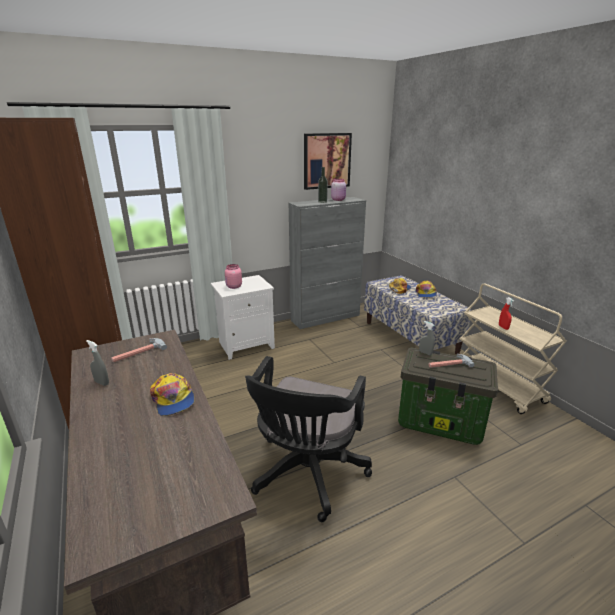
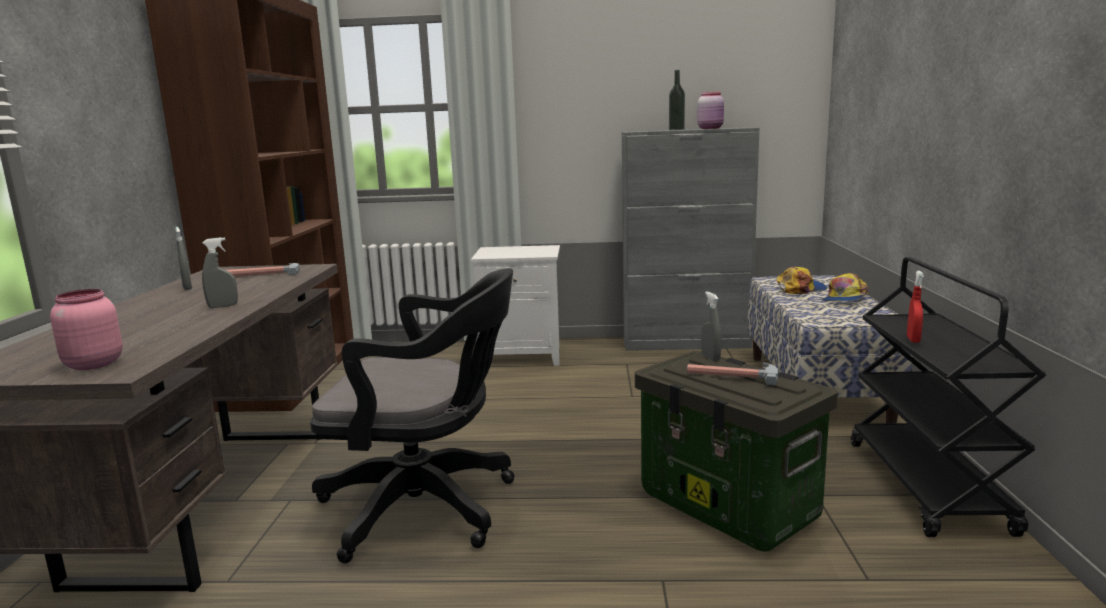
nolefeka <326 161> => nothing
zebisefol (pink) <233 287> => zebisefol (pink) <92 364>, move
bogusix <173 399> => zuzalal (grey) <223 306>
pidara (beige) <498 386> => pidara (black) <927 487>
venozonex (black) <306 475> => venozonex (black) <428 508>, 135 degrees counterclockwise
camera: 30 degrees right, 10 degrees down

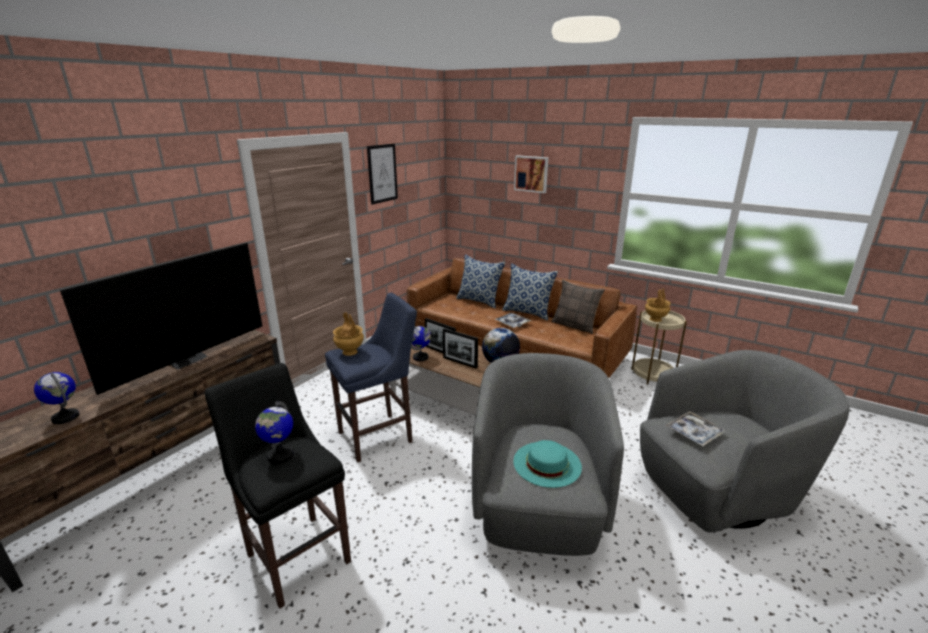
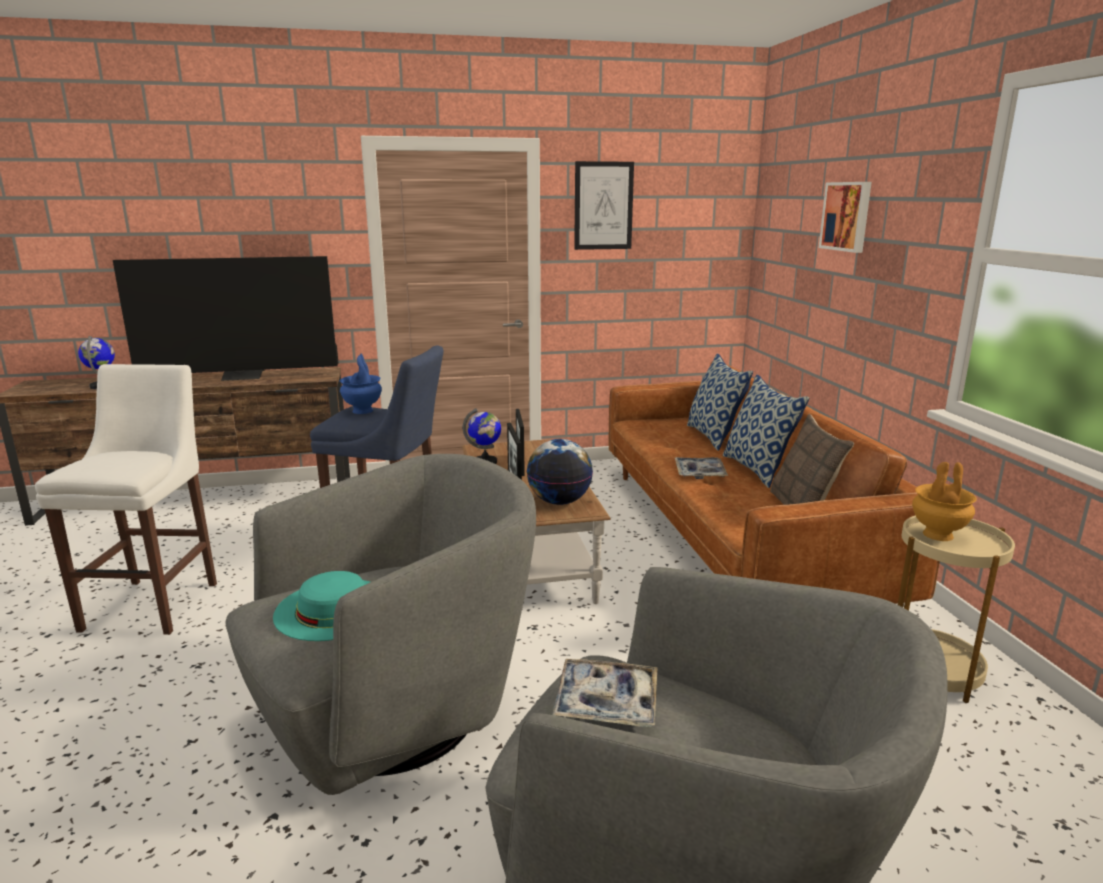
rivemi <280 456> => nothing
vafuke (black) <296 554> => vafuke (white) <155 603>
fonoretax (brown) <350 352> => fonoretax (blue) <363 411>
camera: 45 degrees right, 5 degrees down

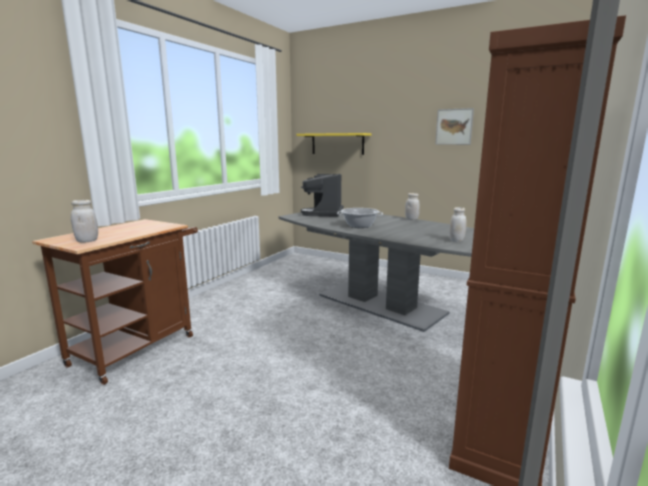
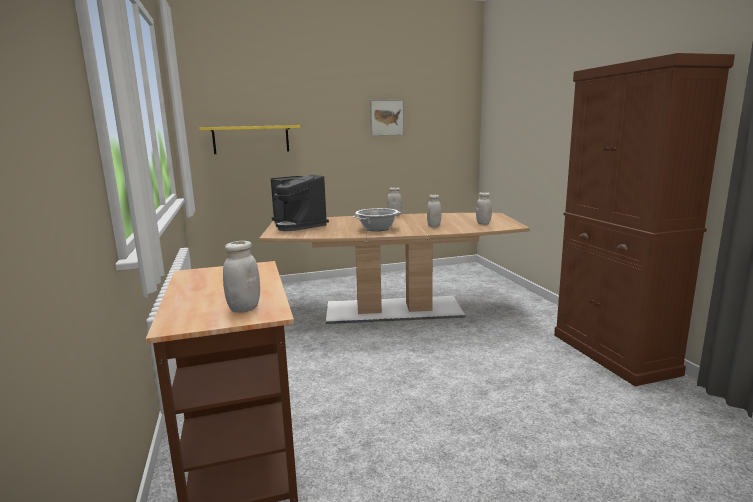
nothing => zebisefol (white) <434 226>
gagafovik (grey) <381 304> => gagafovik (brown) <394 310>
camera: 45 degrees left, 0 degrees up

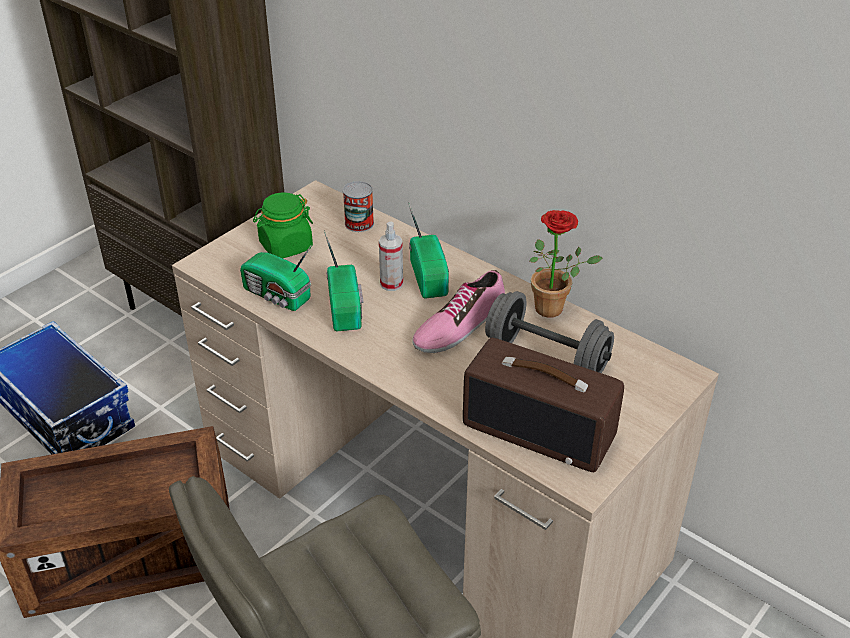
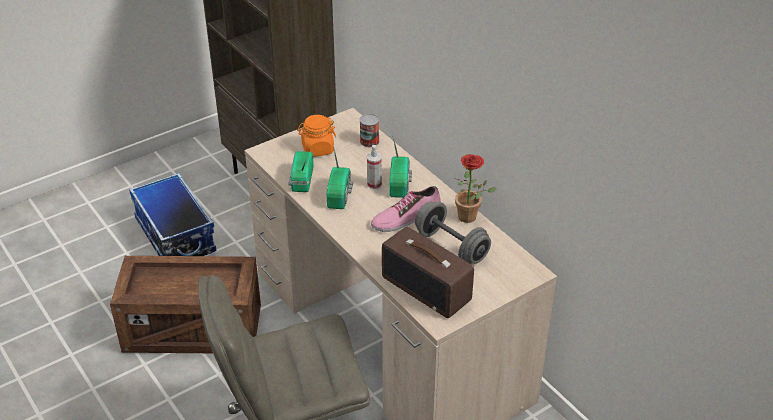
zebisefol (green) <285 246> => zebisefol (orange) <317 149>
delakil <277 296> => delakil <301 180>, 45 degrees clockwise
camera: 15 degrees right, 0 degrees up

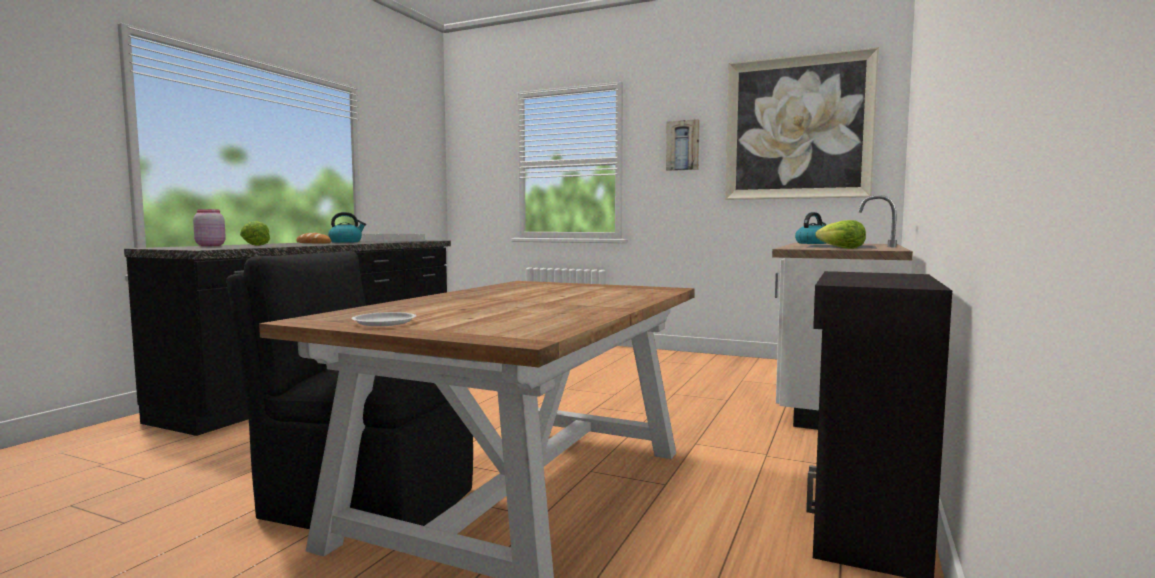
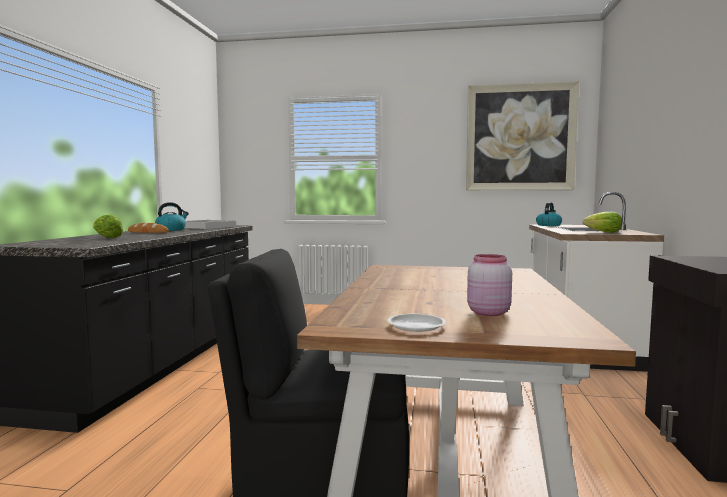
nolefeka <683 145> => nothing
zebisefol (pink) <210 245> => zebisefol (pink) <487 312>, move
camera: 15 degrees left, 0 degrees up

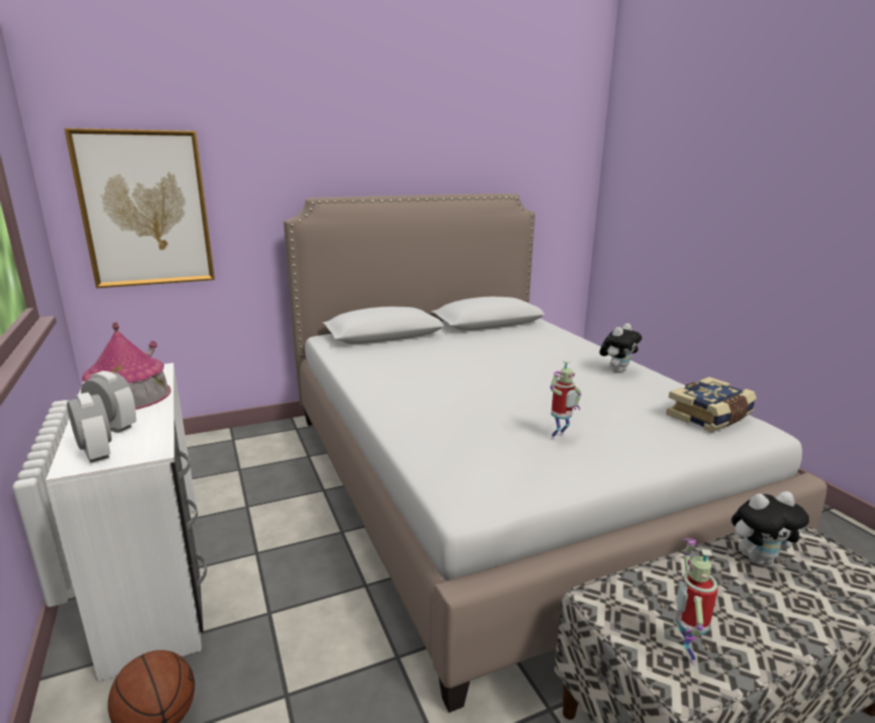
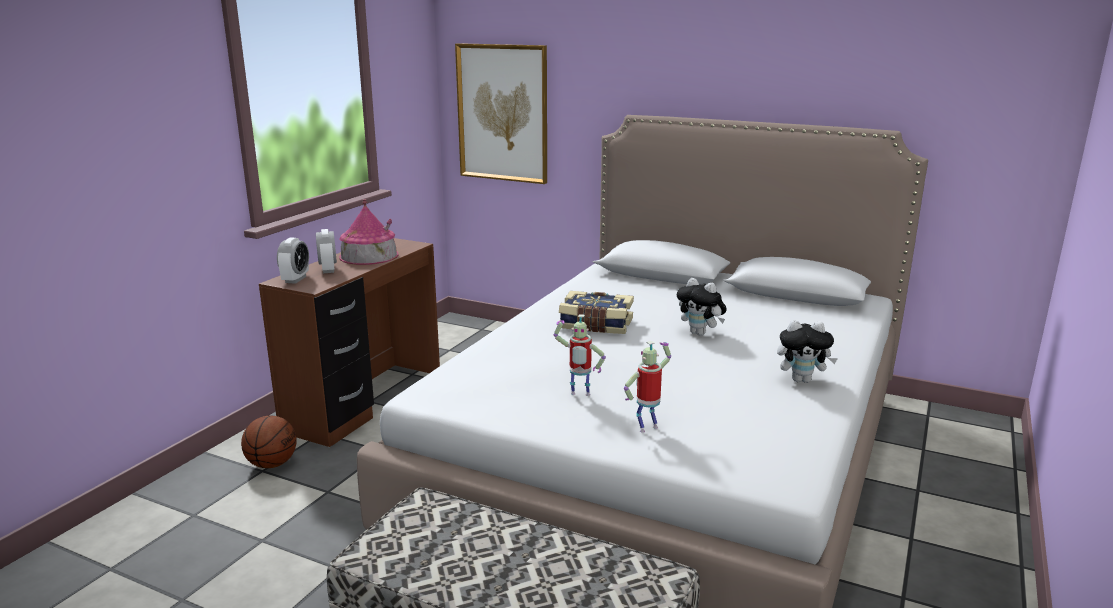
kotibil <710 417> => kotibil <595 325>, move
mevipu <684 651> => mevipu <647 427>, move
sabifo <759 558> => sabifo <700 333>, move
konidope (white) <159 578> => konidope (brown) <367 401>
camera: 50 degrees right, 0 degrees up

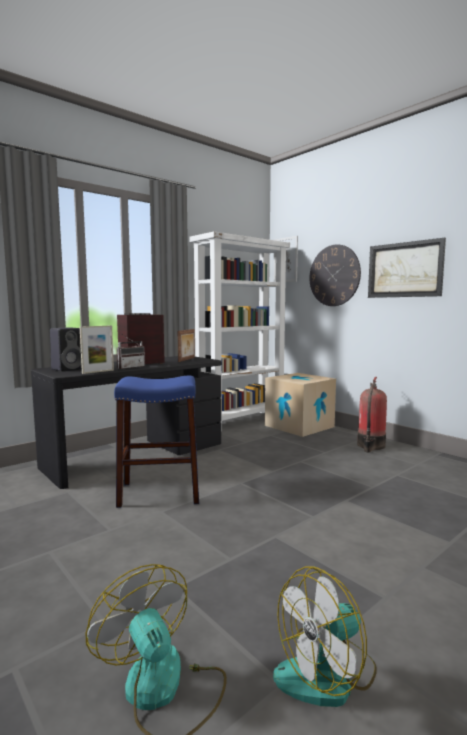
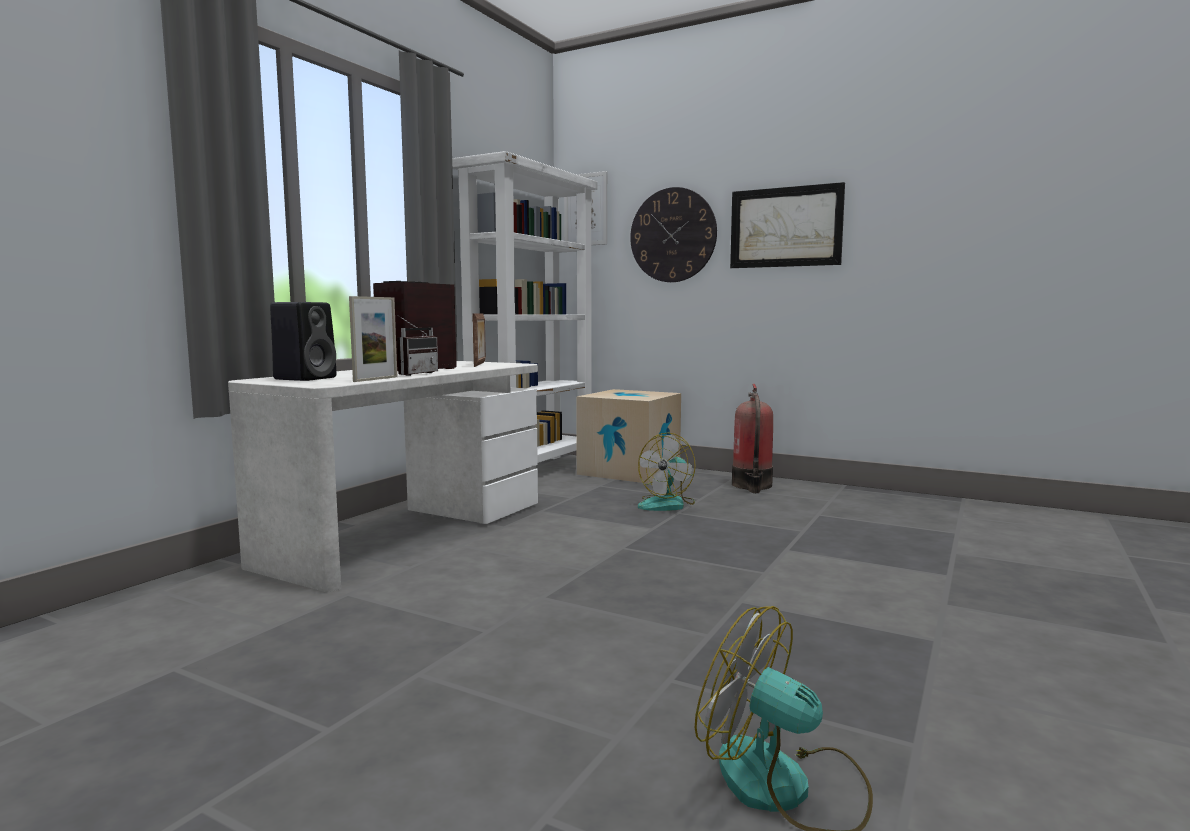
vafuke (blue) <159 493> => nothing
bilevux <327 674> => bilevux <667 504>, move
konidope (black) <136 455> => konidope (white) <409 531>
camera: 20 degrees left, 0 degrees up

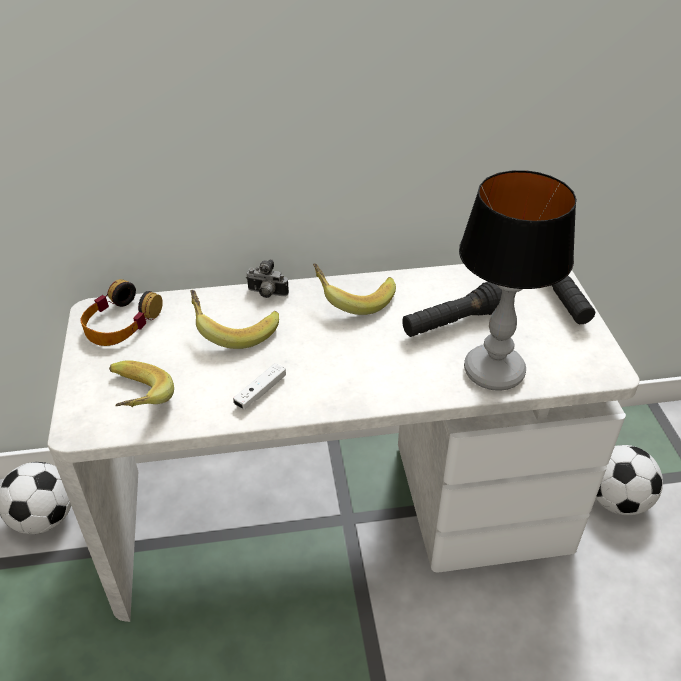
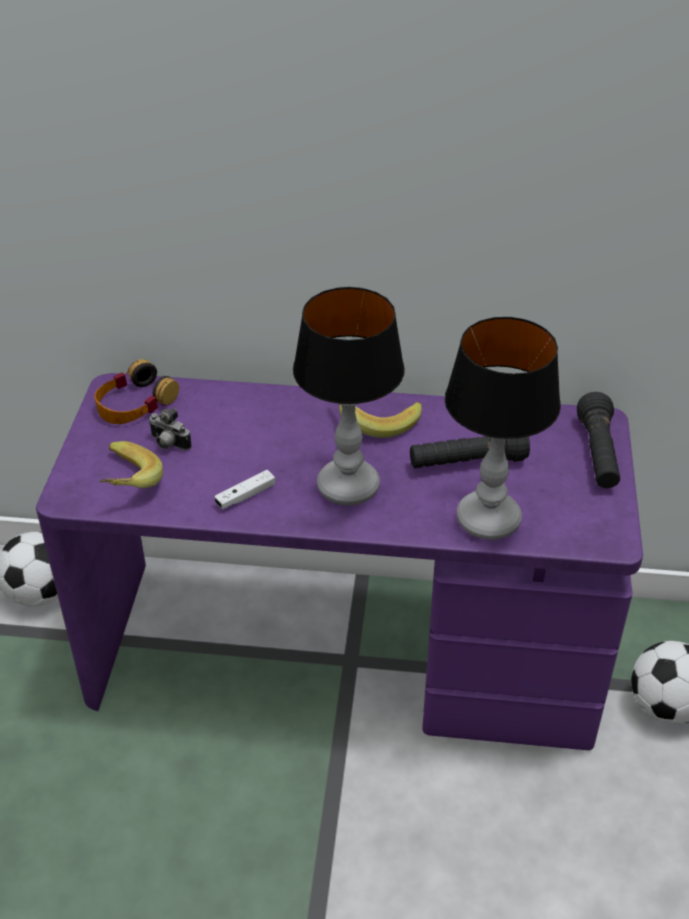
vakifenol <234 330> => nothing
nothing => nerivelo <347 488>
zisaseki <266 294> => zisaseki <168 444>, move
konidope (white) <340 513> => konidope (purple) <344 652>
camera: 15 degrees right, 0 degrees up

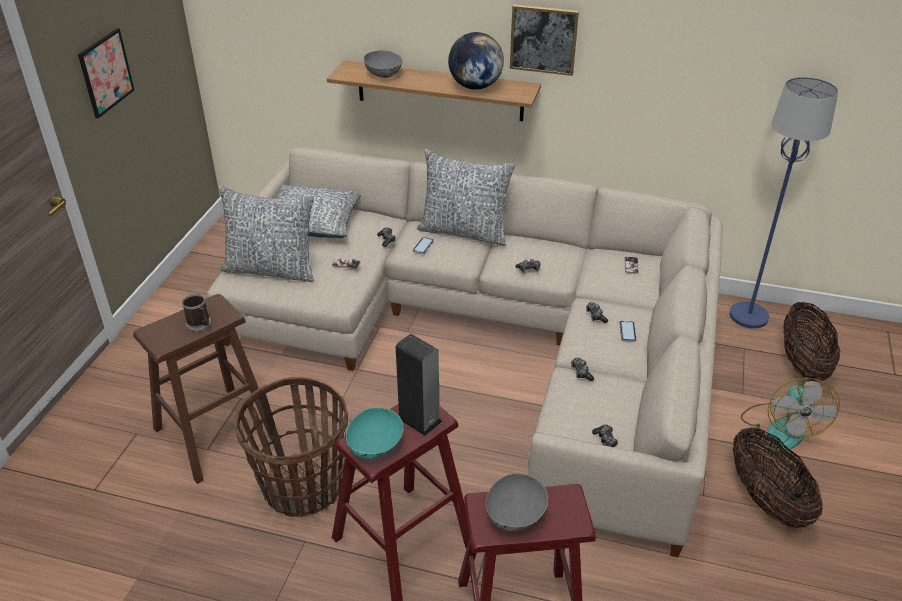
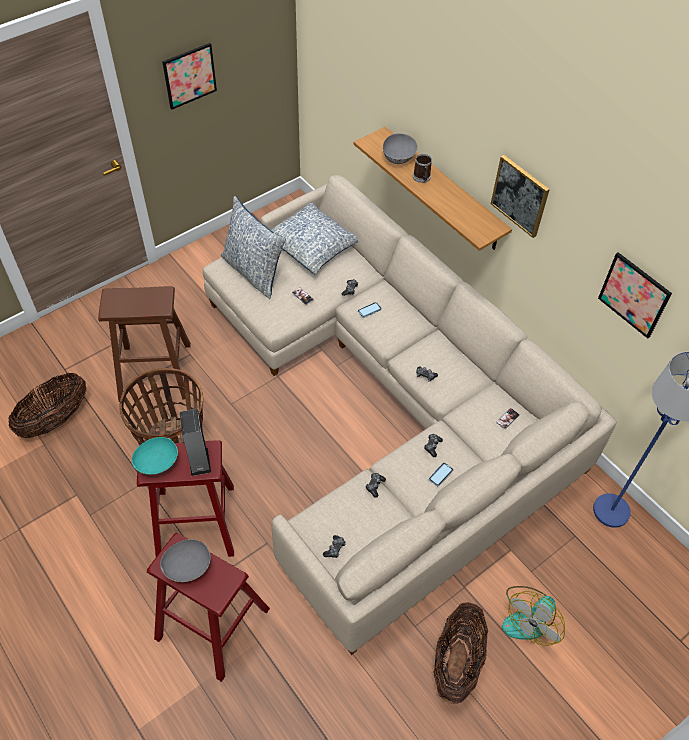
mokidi <464 231> => nothing
rivemi <475 86> => nothing
nothing => nolefeka <634 295>
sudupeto <200 325> => sudupeto <422 178>, move
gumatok <802 363> => gumatok <55 419>, move
camera: 35 degrees right, 15 degrees up

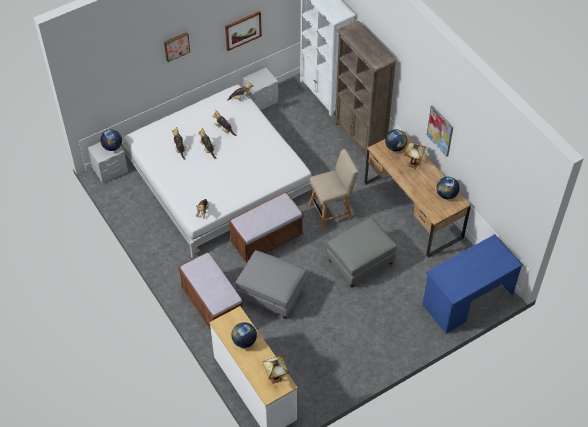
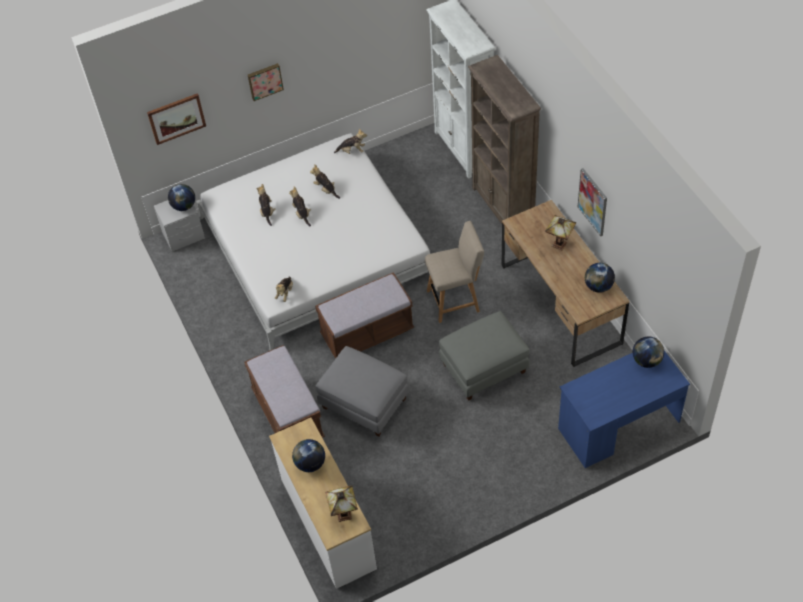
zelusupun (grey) <261 101> => nothing
nolefeka <243 30> => nolefeka <176 118>, move
rivemi <395 147> => rivemi <646 360>, move
camera: 10 degrees right, 0 degrees up

